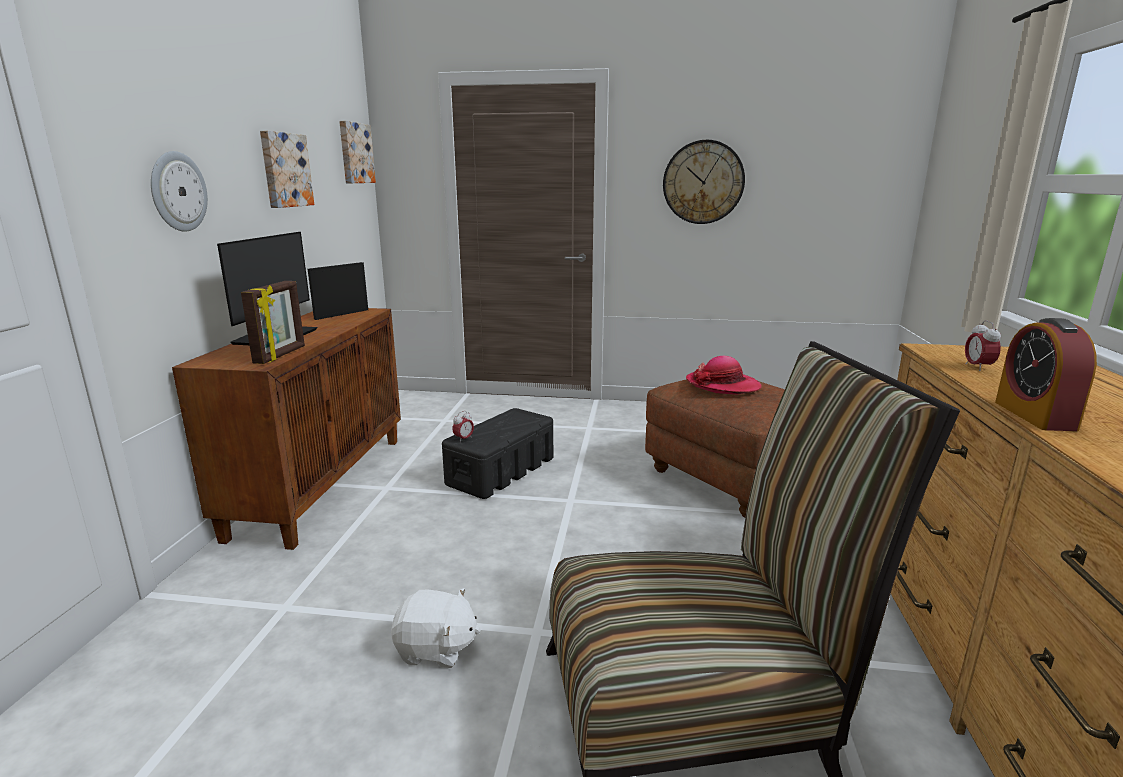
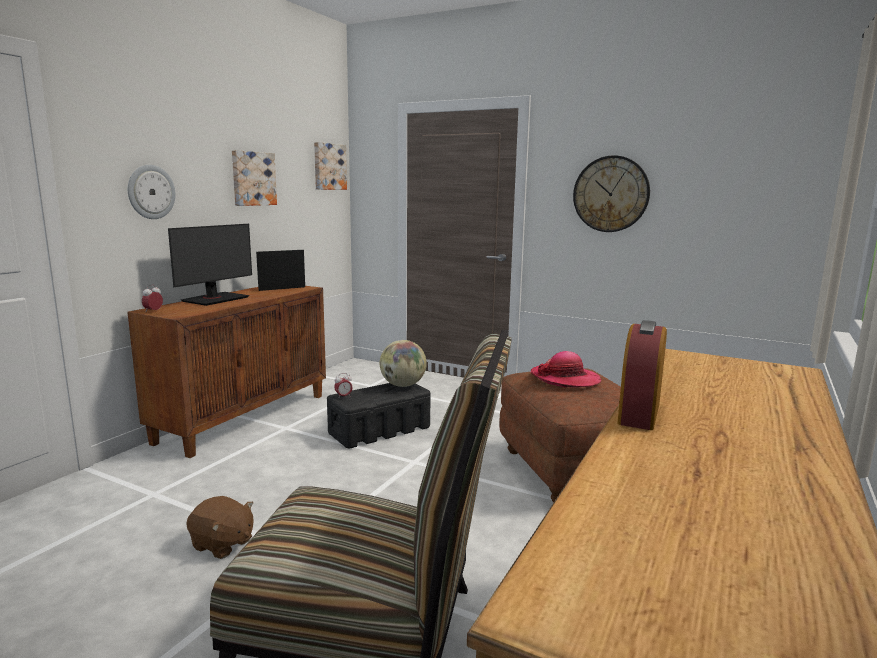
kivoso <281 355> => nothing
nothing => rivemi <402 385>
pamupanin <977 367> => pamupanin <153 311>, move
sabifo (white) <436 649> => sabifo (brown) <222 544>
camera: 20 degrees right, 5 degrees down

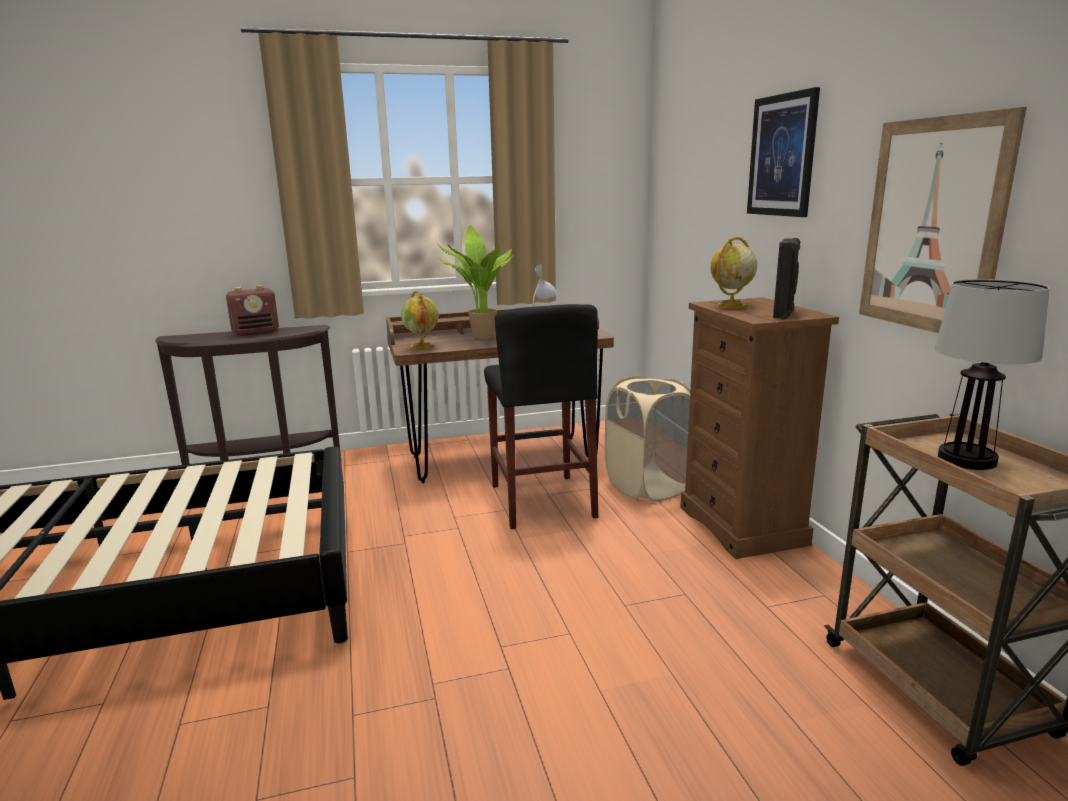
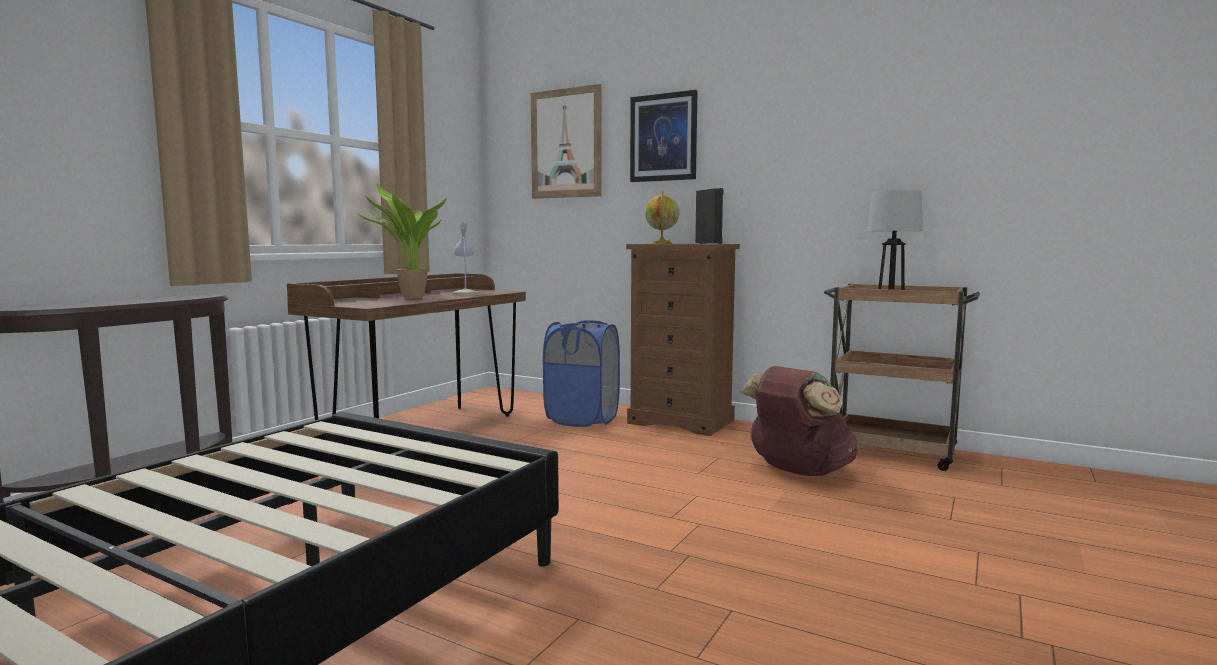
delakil <256 332> => nothing
rivemi <422 347> => nothing
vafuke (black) <542 500> => nothing
nothing => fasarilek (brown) <797 471>
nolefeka <932 226> => nolefeka <566 143>, move
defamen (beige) <648 487> => defamen (blue) <582 419>
camera: 45 degrees left, 10 degrees down

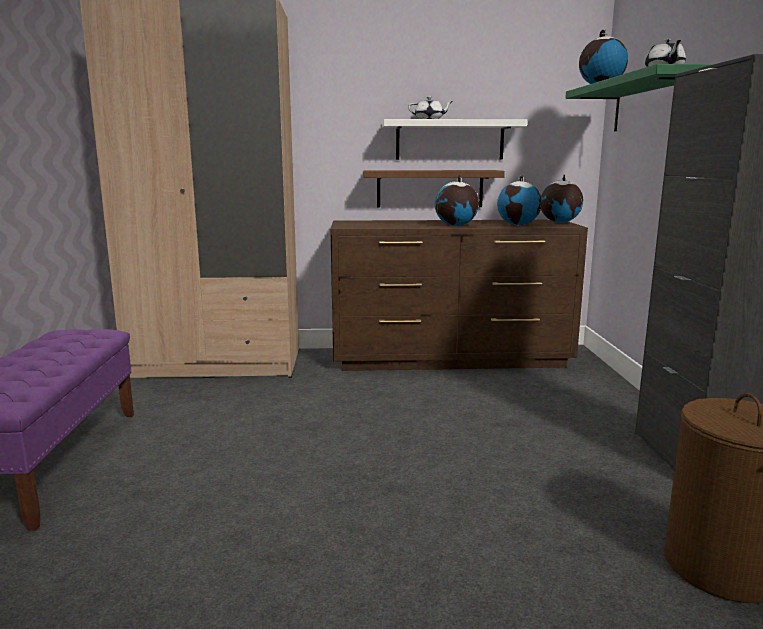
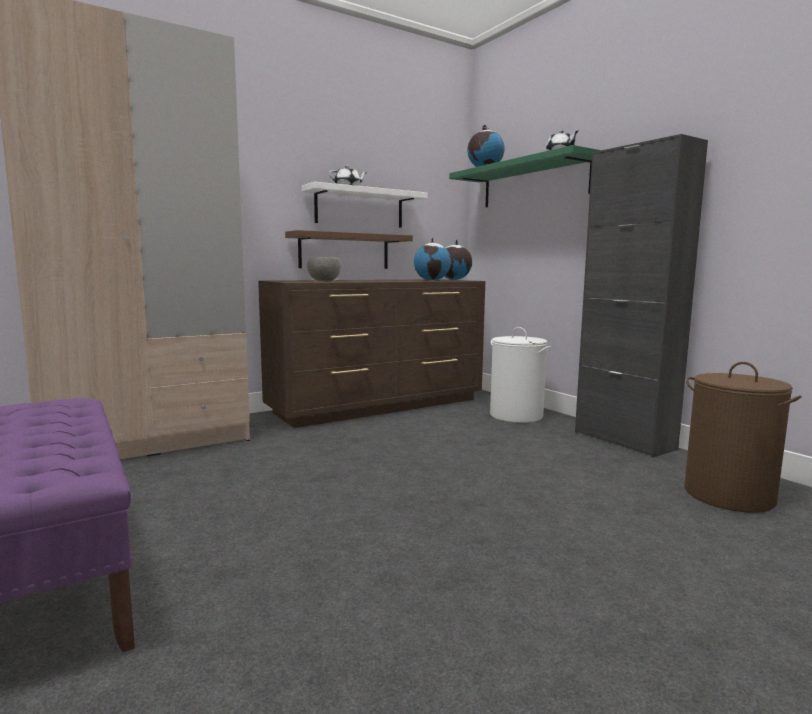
rivemi <455 225> => nothing
nothing => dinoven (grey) <324 281>
nothing => defamen (white) <516 415>
camera: 30 degrees left, 5 degrees down

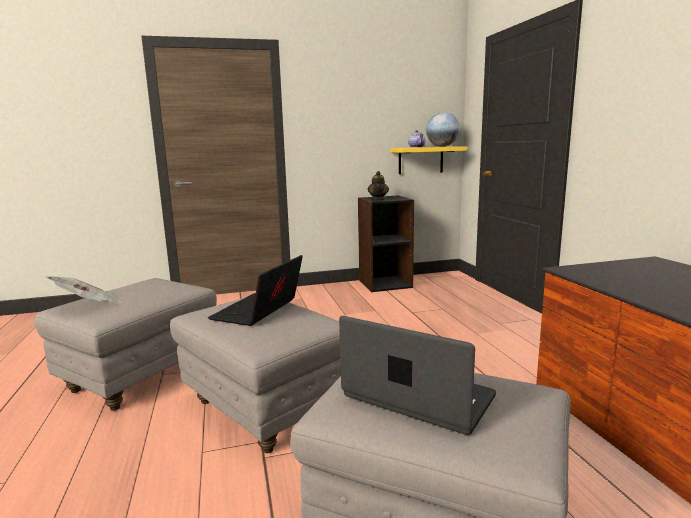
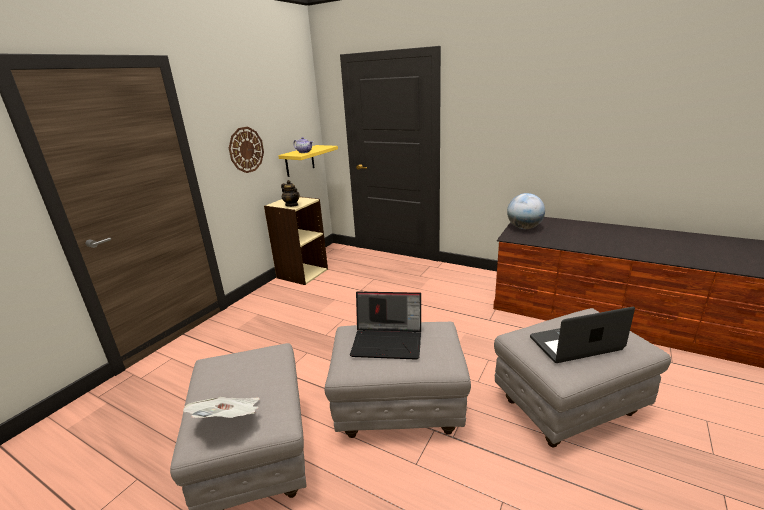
nothing => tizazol <246 150>
rivemi <442 146> => rivemi <524 228>, move
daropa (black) <385 284> => daropa (beige) <302 273>
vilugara <258 311> => vilugara <388 341>, 60 degrees counterclockwise
camera: 45 degrees left, 10 degrees up

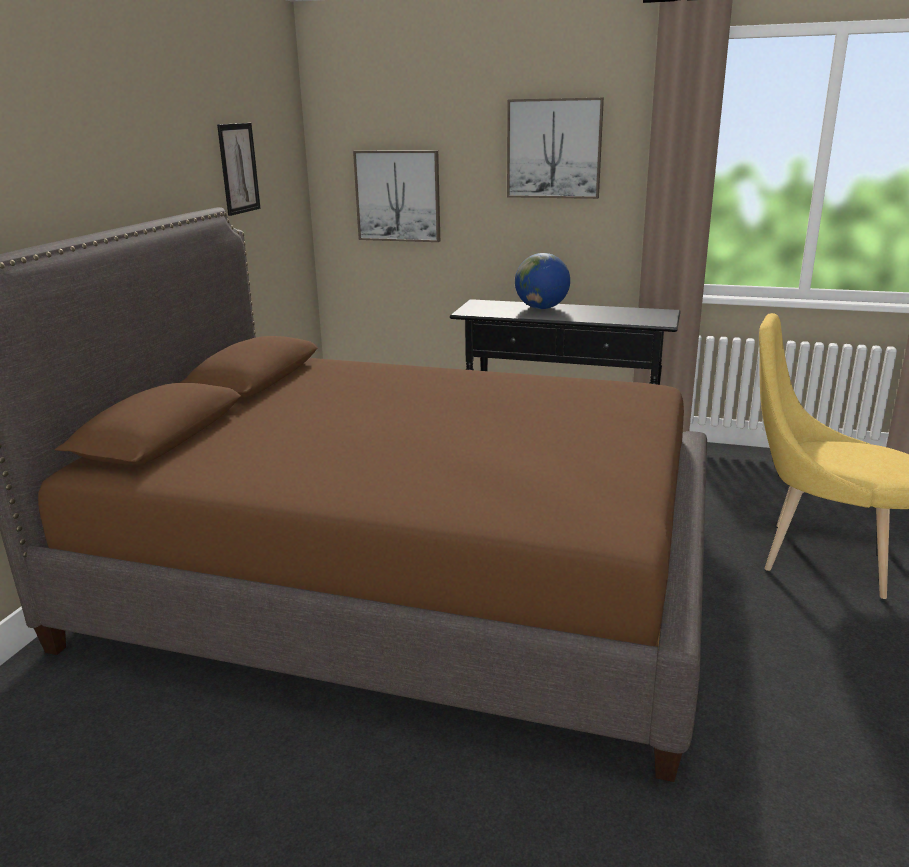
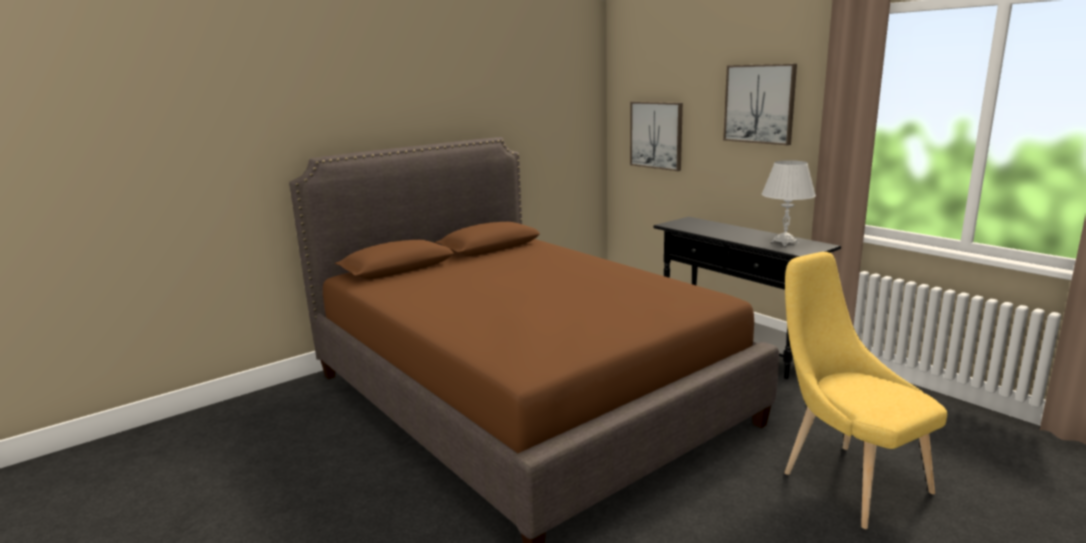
nolefeka <238 168> => nothing
rivemi <541 308> => nothing
nothing => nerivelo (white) <784 242>
camera: 35 degrees right, 5 degrees down

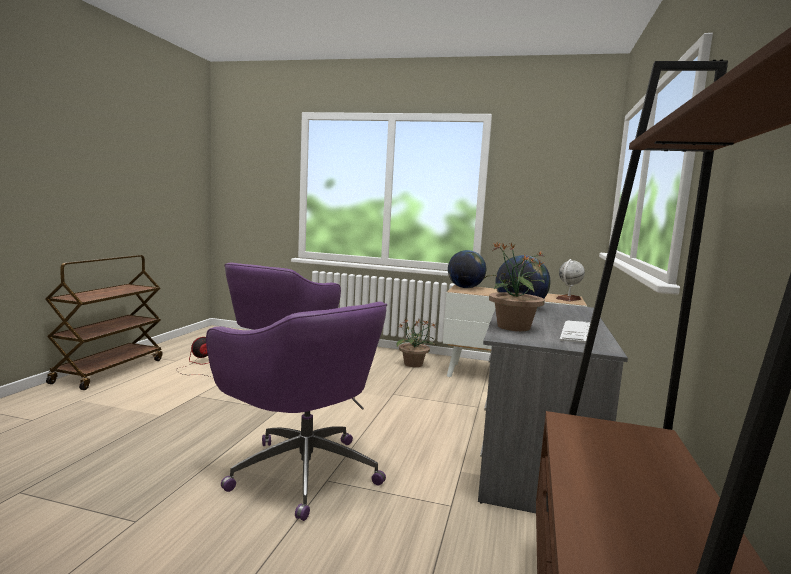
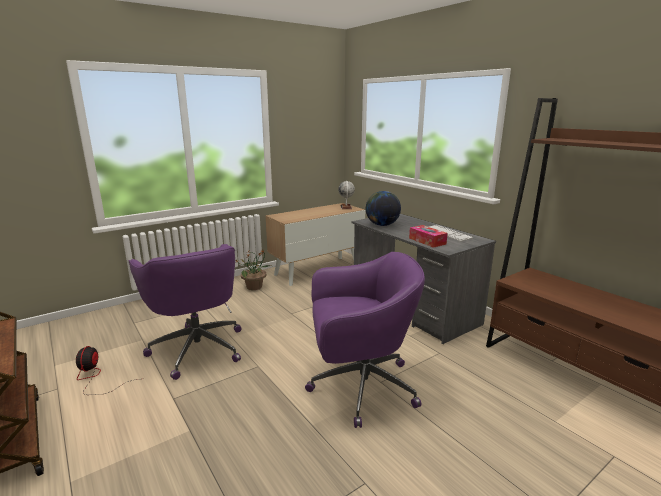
rivemi <465 288> => nothing
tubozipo <512 327> => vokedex <427 241>
camera: 50 degrees left, 10 degrees up

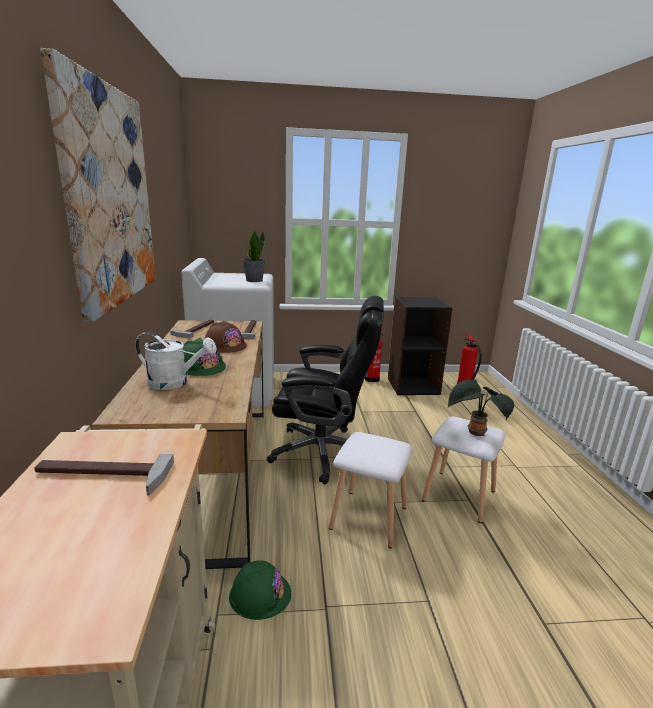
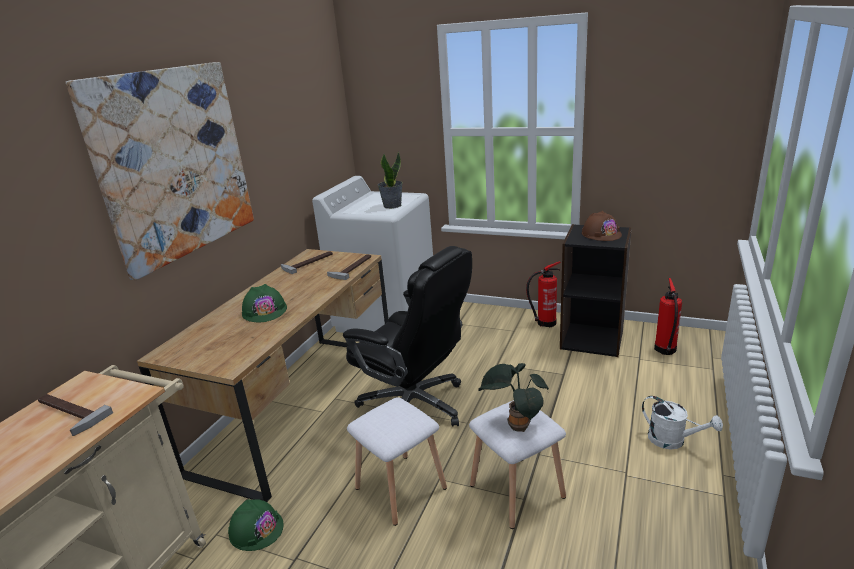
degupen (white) <174 383> => degupen (white) <673 441>, move
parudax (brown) <225 345> => parudax (brown) <601 234>, move
camera: 30 degrees right, 5 degrees up

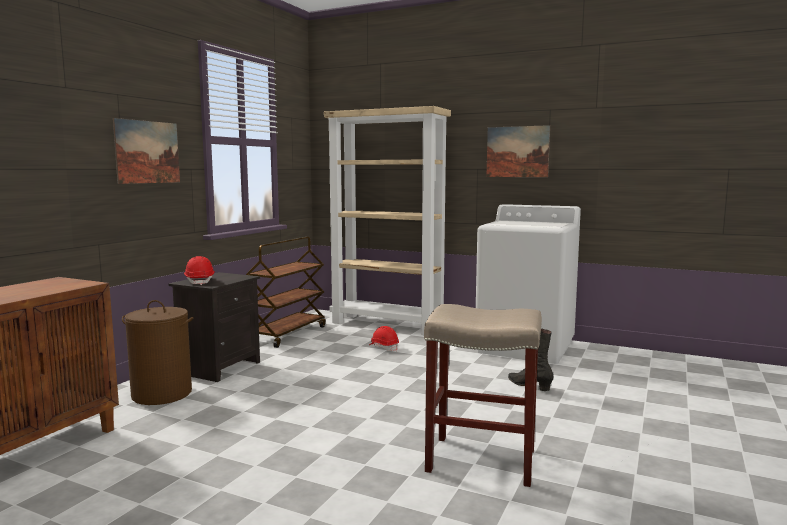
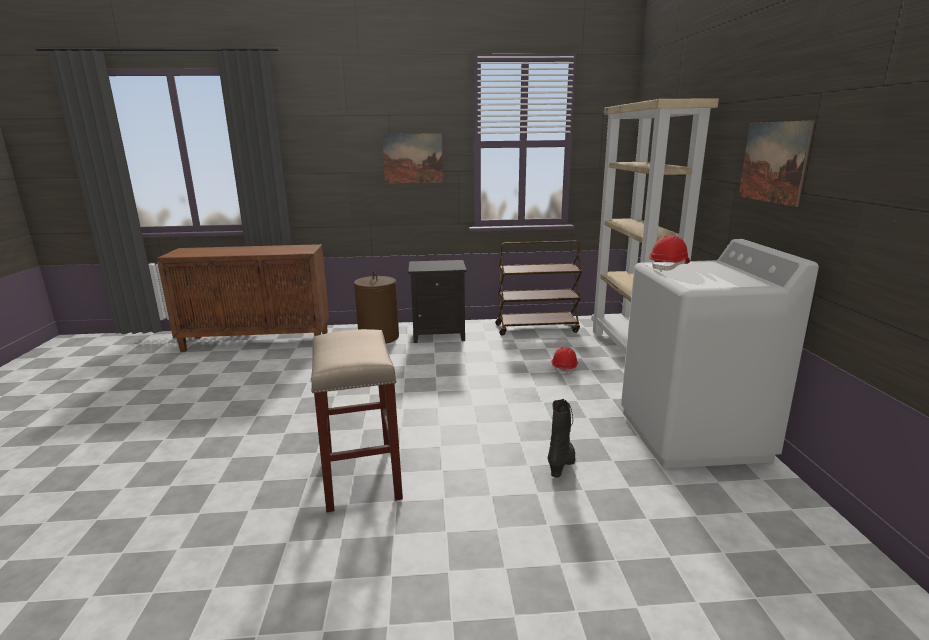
parudax (red) <200 281> => parudax (red) <669 267>, move
camera: 60 degrees right, 10 degrees up

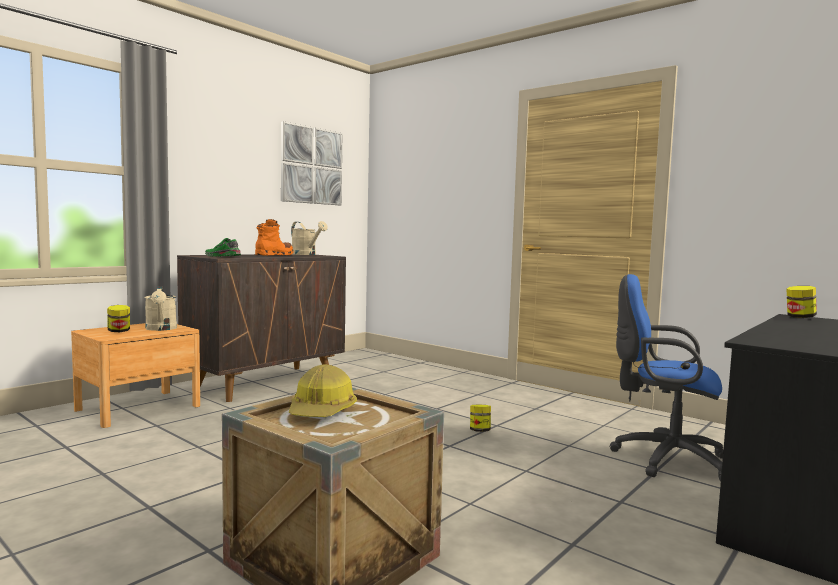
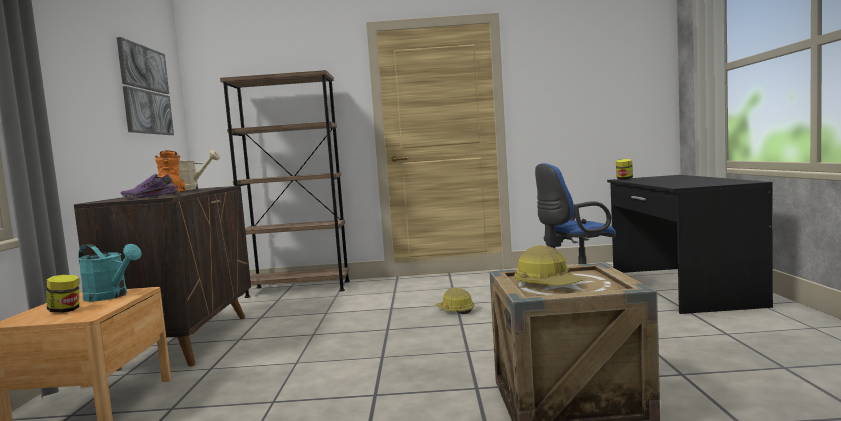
nothing => daropa (brown) <299 289>
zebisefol <480 431> => parudax <455 310>
degupen (beige) <161 329> => degupen (turquoise) <111 296>
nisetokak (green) <222 256> => nisetokak (purple) <150 197>
camera: 40 degrees left, 0 degrees up

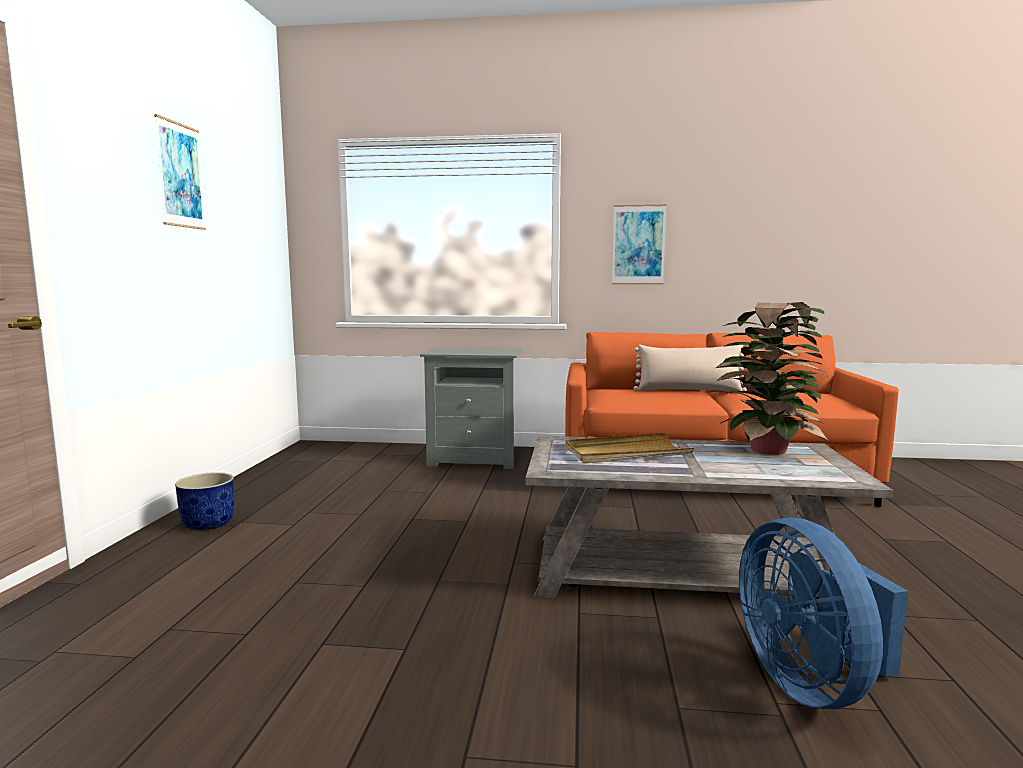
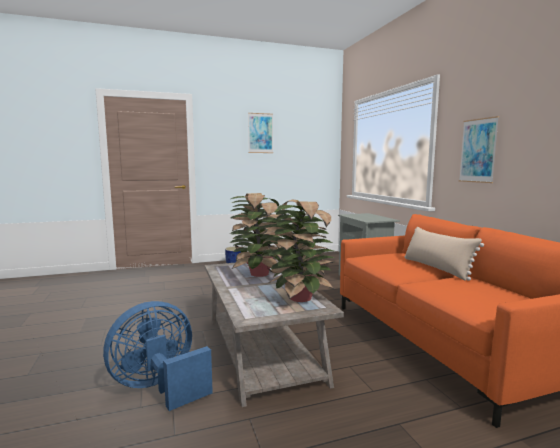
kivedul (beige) <626 453> => tubozipo <258 273>
camera: 65 degrees right, 0 degrees up

